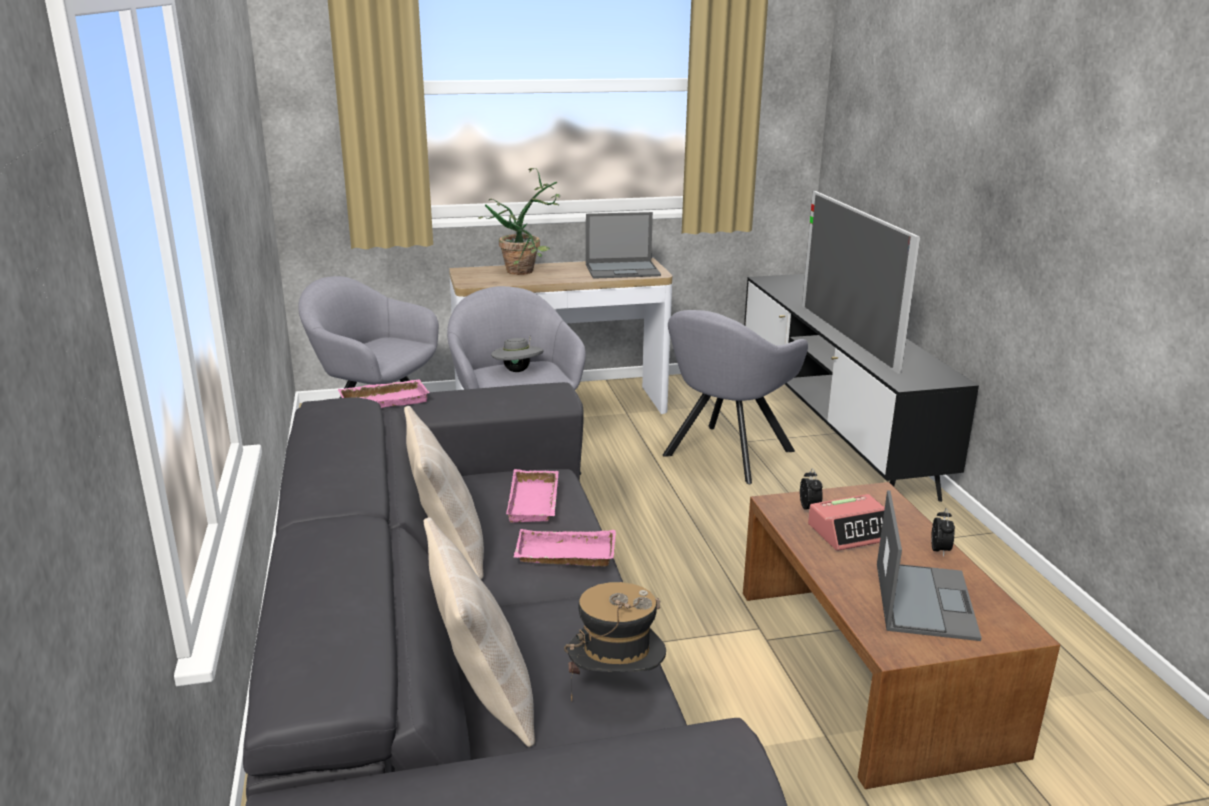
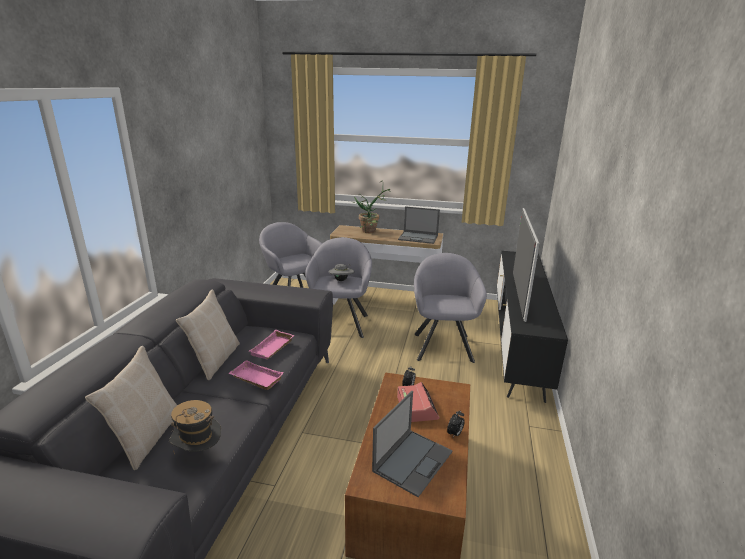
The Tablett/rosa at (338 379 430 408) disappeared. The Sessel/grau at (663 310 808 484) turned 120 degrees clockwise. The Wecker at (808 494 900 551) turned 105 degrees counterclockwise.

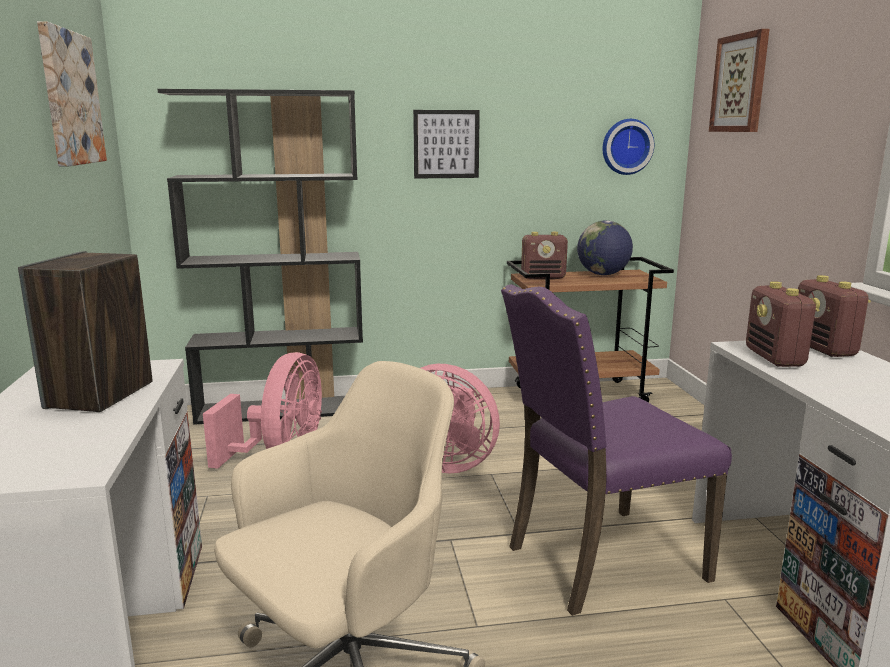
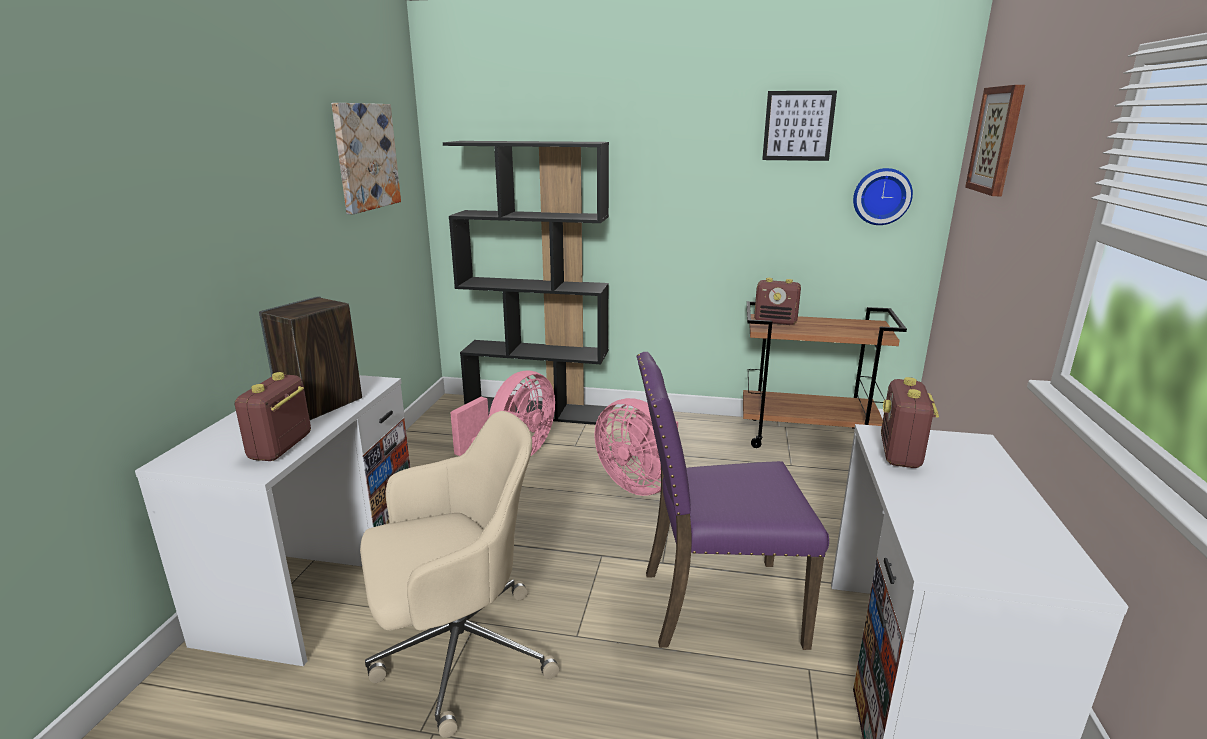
The Globus at (577 220 633 275) disappeared. The Bild moved from (413 110 480 179) to (762 91 837 161). The Radio moved from (798 275 871 357) to (235 372 311 461).

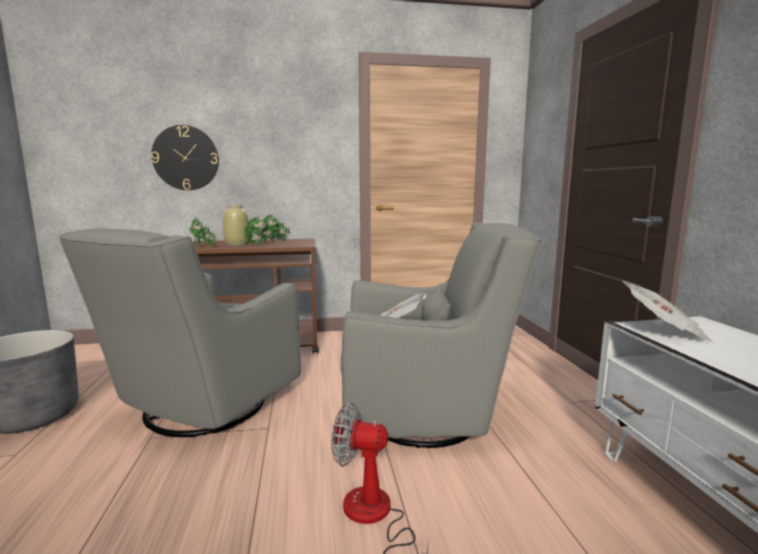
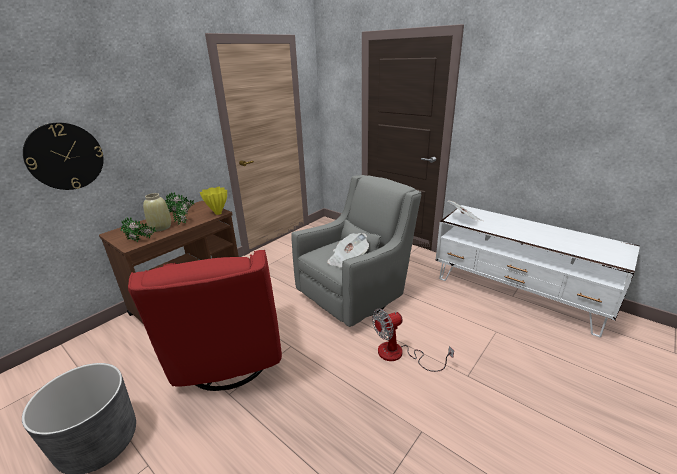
The Vase/gelb at (200 187 227 215) appeared. The Sessel/grau at (59 228 301 437) became the Sessel/rot at (128 250 282 391).

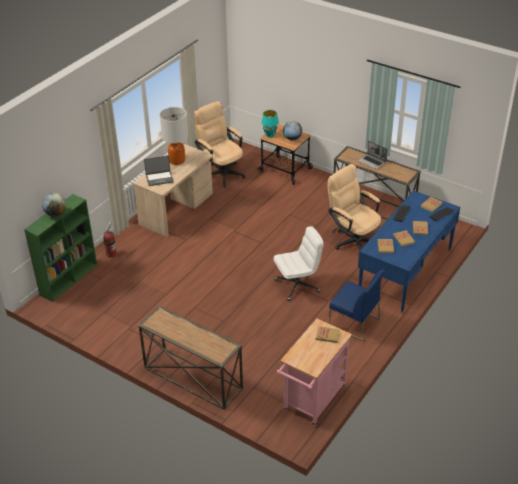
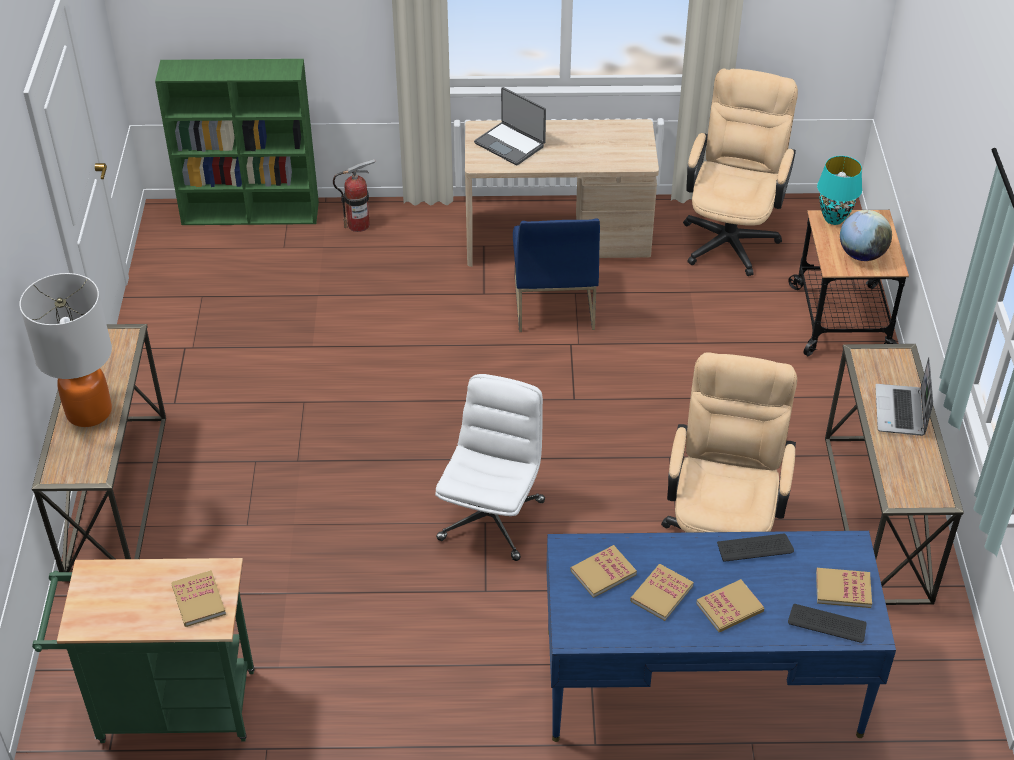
The Globus at (42 193 66 216) disappeared. The Tischlampe moved from (160 107 188 165) to (19 273 112 427). The Stuhl/blau moved from (329 270 384 342) to (513 218 600 332). The Rollwagen/rosa at (277 319 352 426) became the Rollwagen/grün at (32 558 254 743). The Bürostuhl/weiß at (274 226 324 301) turned 105 degrees counterclockwise.

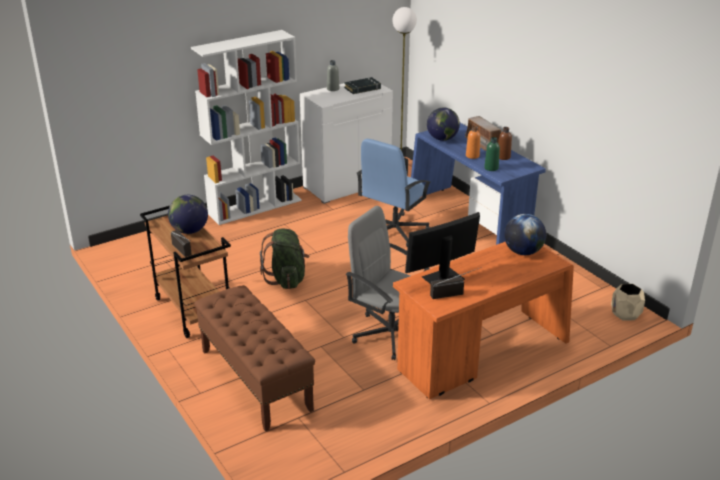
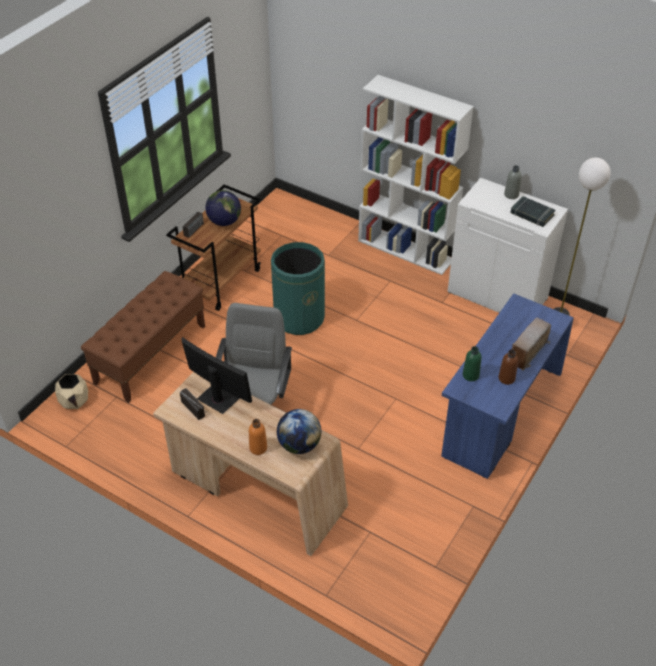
The Bürostuhl/blau at (357 139 431 247) disappeared. The Globus at (427 108 460 141) disappeared. The Flasche/orange moved from (466 126 480 159) to (249 419 267 455). The Pflanzkübel/beige moved from (611 284 645 321) to (55 374 88 409). The Rucksack/grün at (260 229 309 289) was replaced by the Mülleimer/grün at (271 242 325 335). The Schreibtisch/orange at (393 242 574 399) became the Schreibtisch/beige at (153 372 348 556).

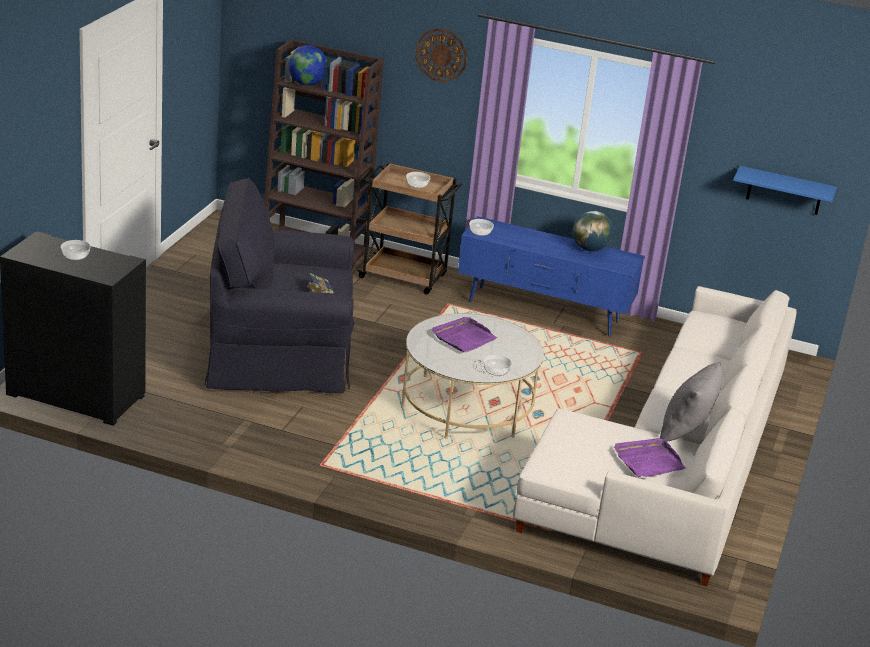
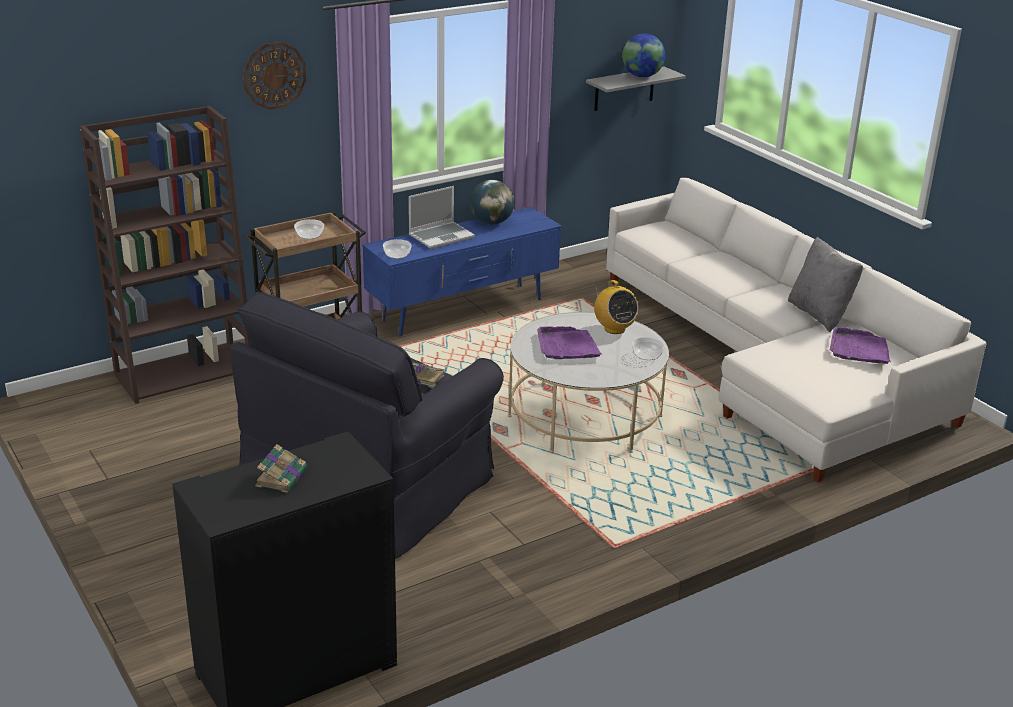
The Laptop at (409 186 475 249) appeared. The Radio at (594 280 639 334) appeared. The Globus moved from (288 45 328 86) to (622 34 665 77). The Schüssel at (61 240 91 260) was replaced by the Buch at (255 444 307 493). The Wandregal/blau at (733 166 837 215) became the Wandregal/grau at (586 67 686 111).

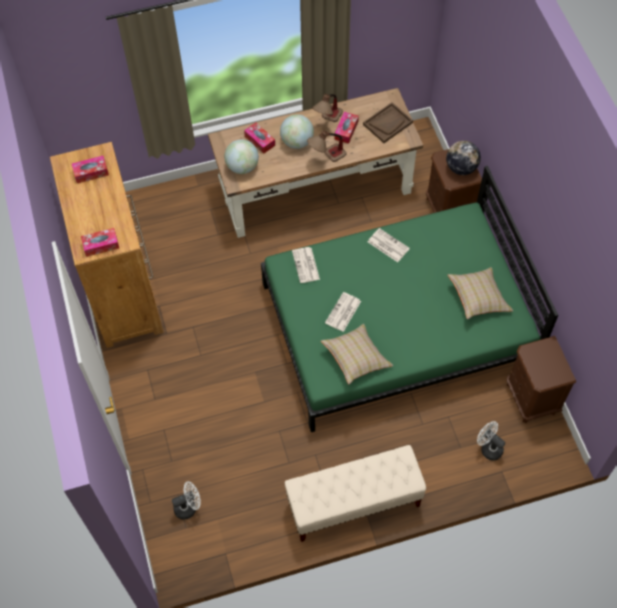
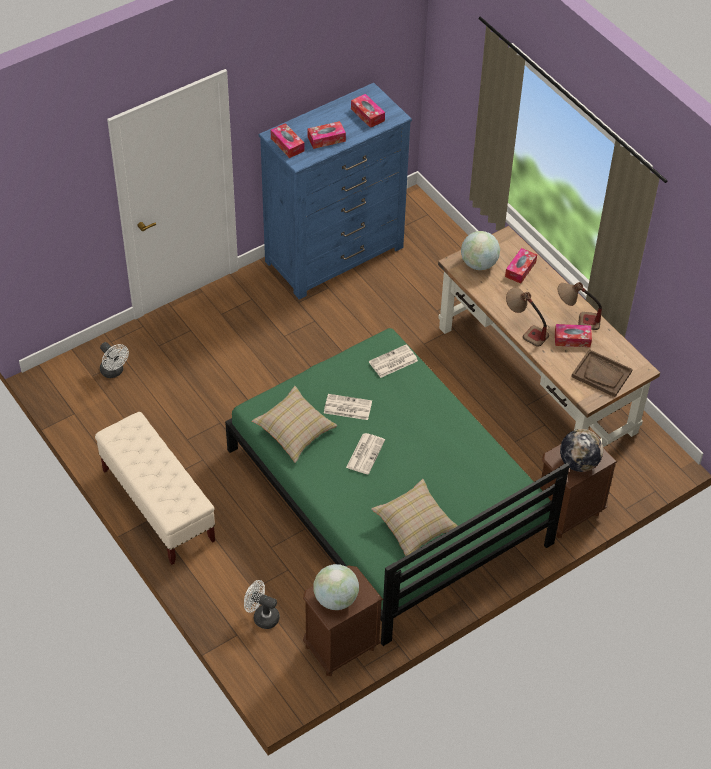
The Taschentuchbox at (308 121 346 149) appeared. The Globus moved from (280 114 314 149) to (313 564 359 610). The Zeitung moved from (368 228 410 262) to (346 433 385 474). The Kommode/braun at (50 142 164 348) became the Kommode/blau at (259 83 412 299). The Ventilator/weiß at (477 421 505 461) turned 90 degrees counterclockwise.

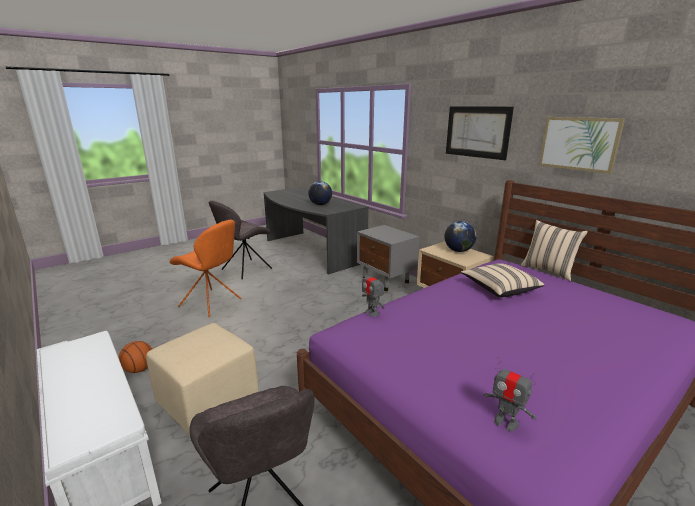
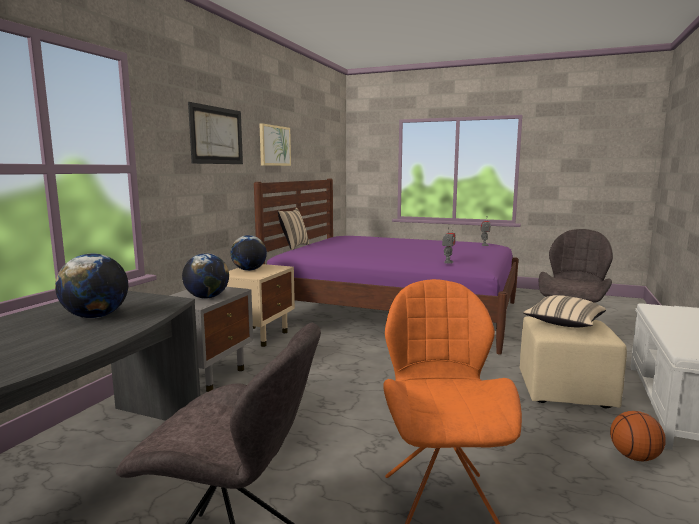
The Globus at (182 253 229 299) appeared. The Kissen/beige moved from (461 263 544 297) to (523 295 606 327).

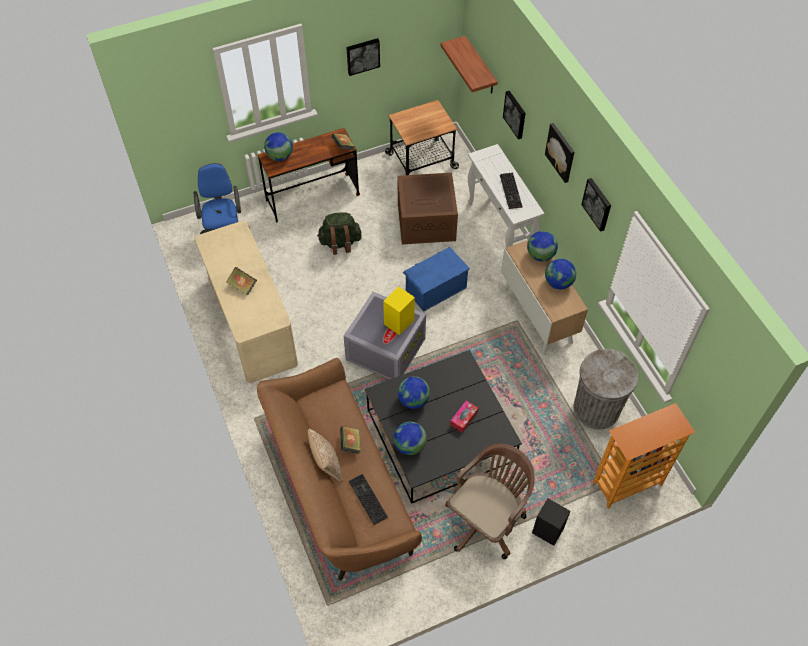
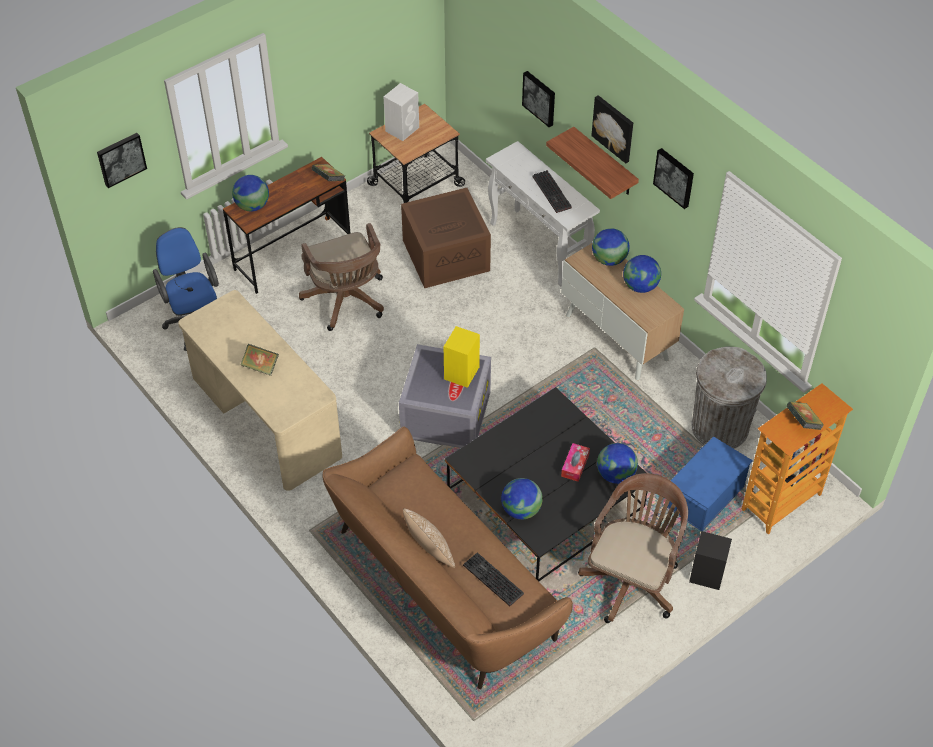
The Lautsprecher/weiß at (384 83 419 141) appeared. The Buch moved from (340 426 361 454) to (786 401 824 430). The Bild moved from (346 38 380 76) to (97 133 147 188). The Globus moved from (398 376 430 409) to (597 443 638 484). The Aufbewahrungsbox/blau moved from (403 247 470 312) to (667 437 753 531). The Wandregal moved from (440 36 498 94) to (546 127 639 199). The Rucksack/grün at (317 212 361 255) was replaced by the Bürostuhl/braun at (299 223 384 331).

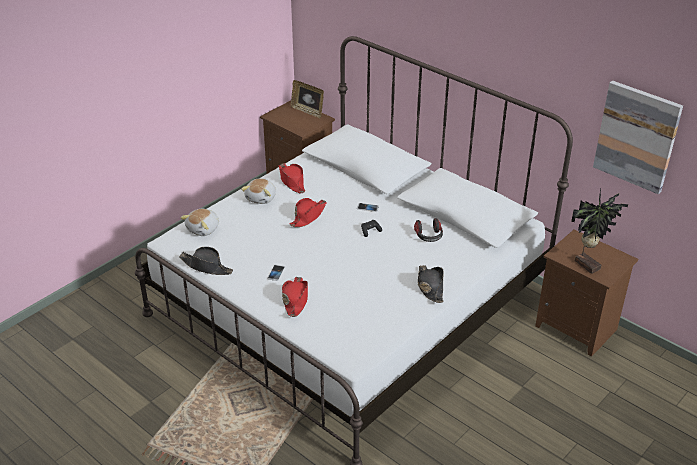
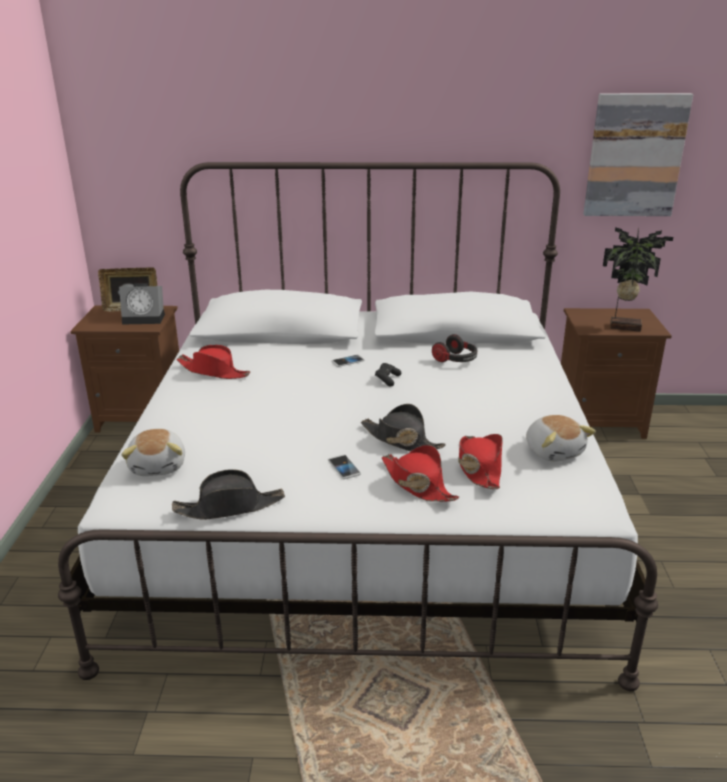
The Wecker at (119 283 165 325) appeared. The Plüschtier moved from (241 178 276 204) to (526 415 596 462). The Hut/rot moved from (289 198 327 227) to (458 434 503 489). The Hut/schwarz moved from (418 265 444 303) to (361 404 446 452).

